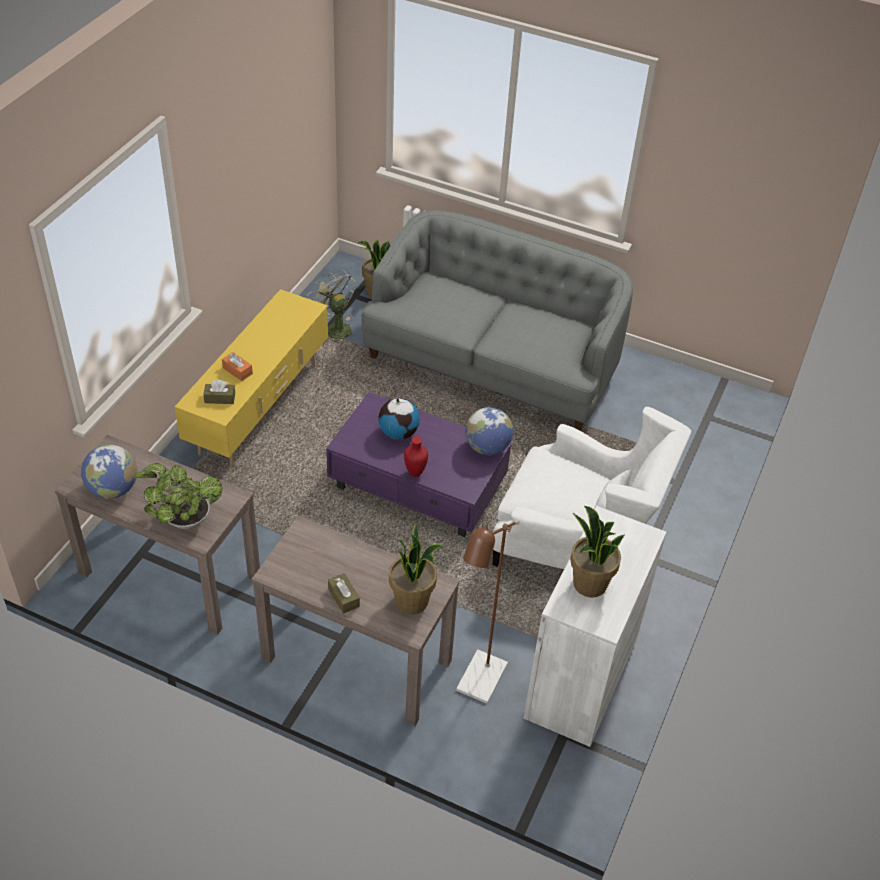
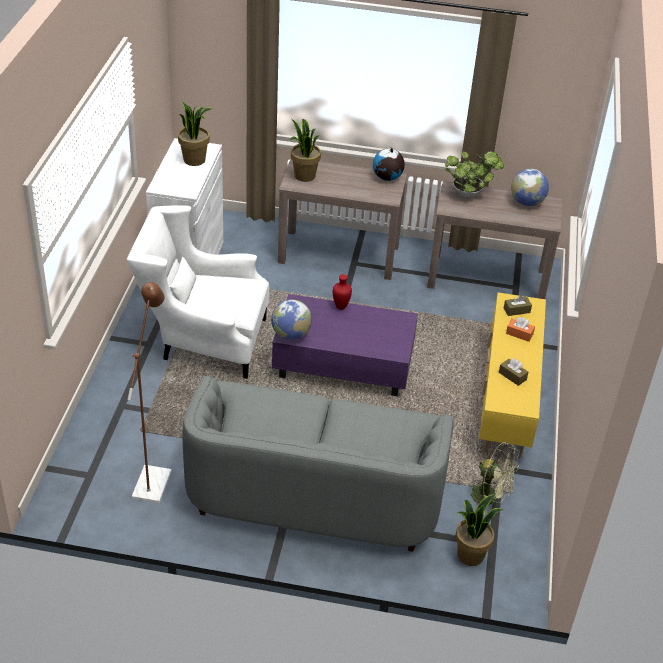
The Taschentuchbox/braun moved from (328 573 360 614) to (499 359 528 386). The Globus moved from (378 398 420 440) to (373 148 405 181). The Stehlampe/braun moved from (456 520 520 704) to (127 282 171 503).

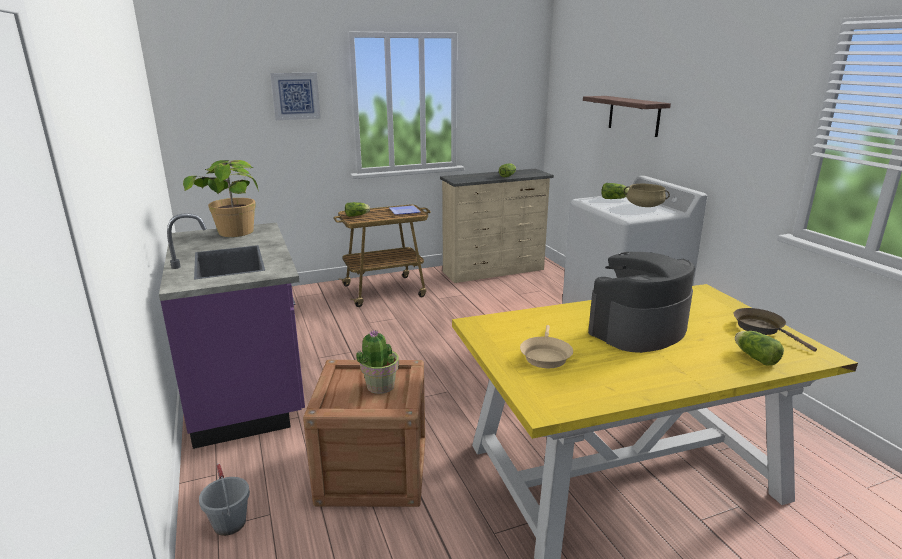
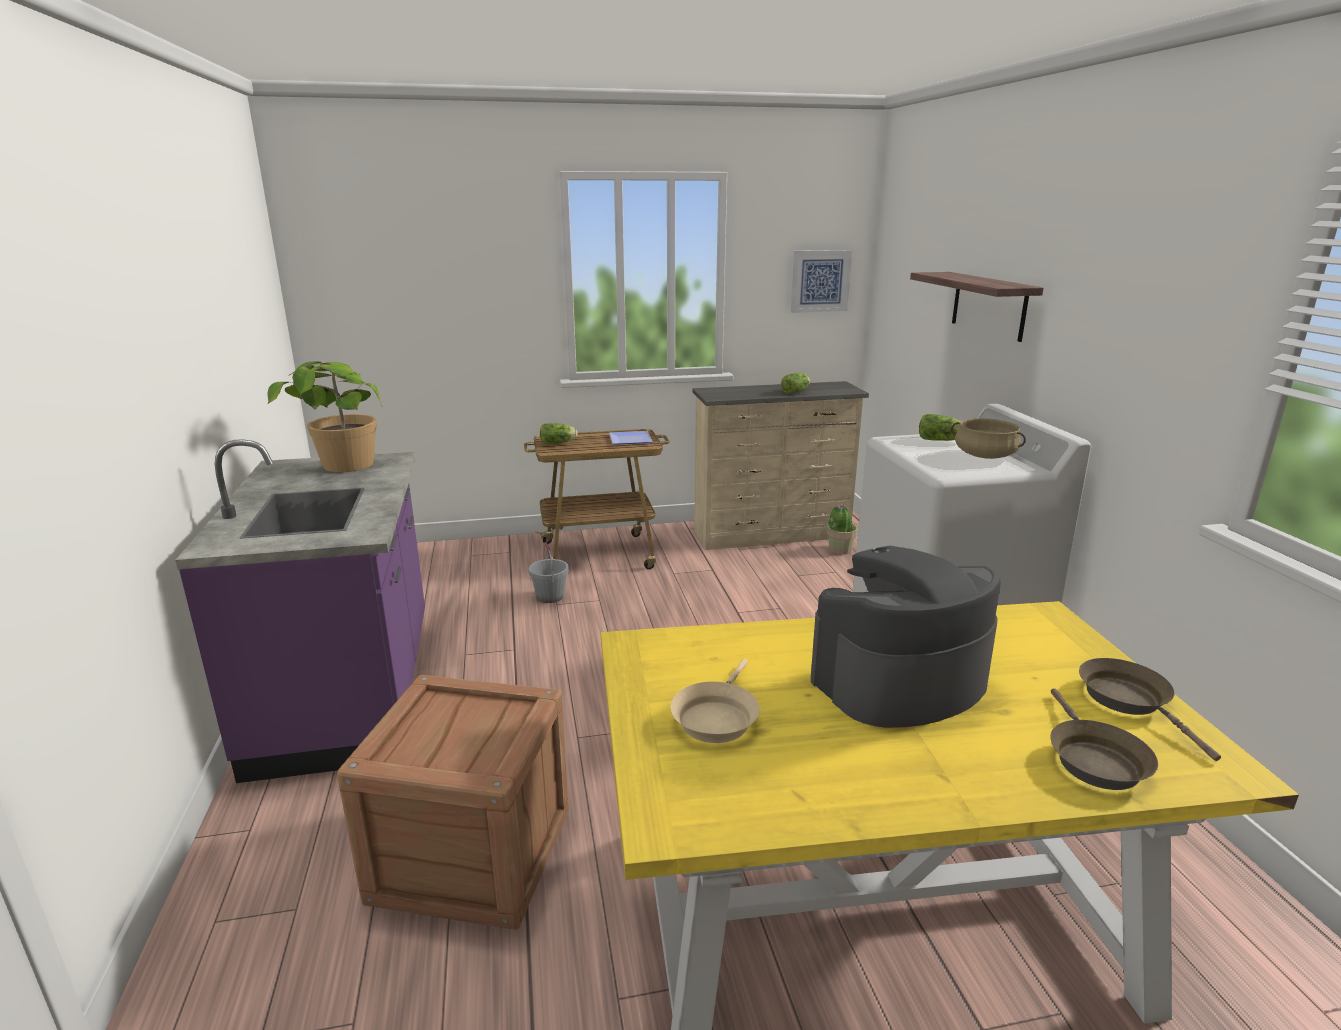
The Eimer/grau moved from (199 463 250 536) to (529 542 569 603). The Bild moved from (270 73 321 120) to (791 250 852 313). The Topfpflanze moved from (356 330 399 394) to (827 504 858 555). The Salatkopf at (735 331 784 366) was replaced by the Pfanne/braun at (1051 689 1158 790).

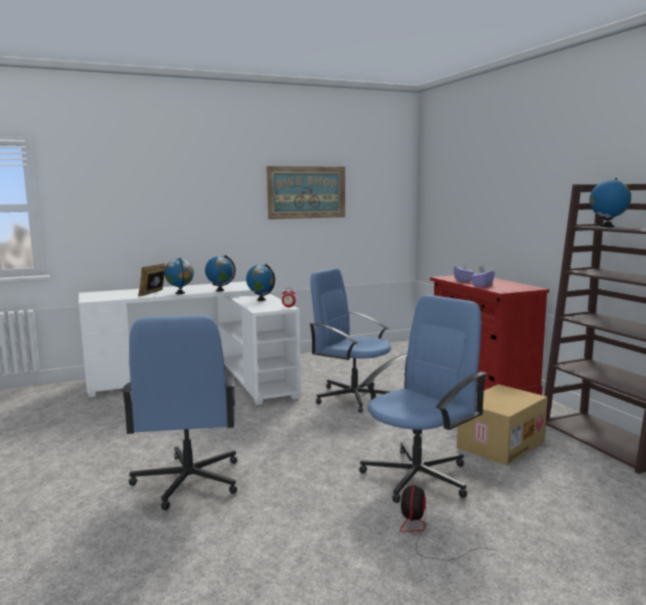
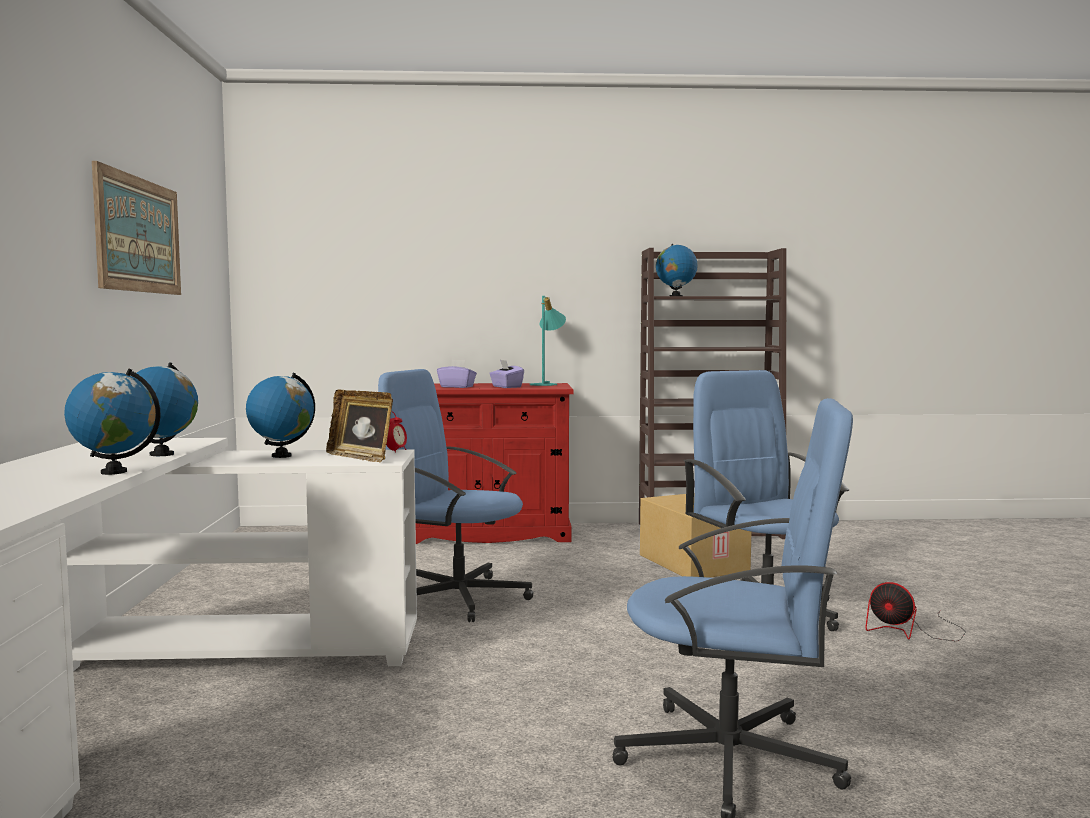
The Tischlampe/türkis at (530 296 566 386) appeared. The Bilderrahmen moved from (138 263 166 296) to (326 390 393 463). The Bürostuhl/blau at (310 268 392 413) turned 60 degrees clockwise.

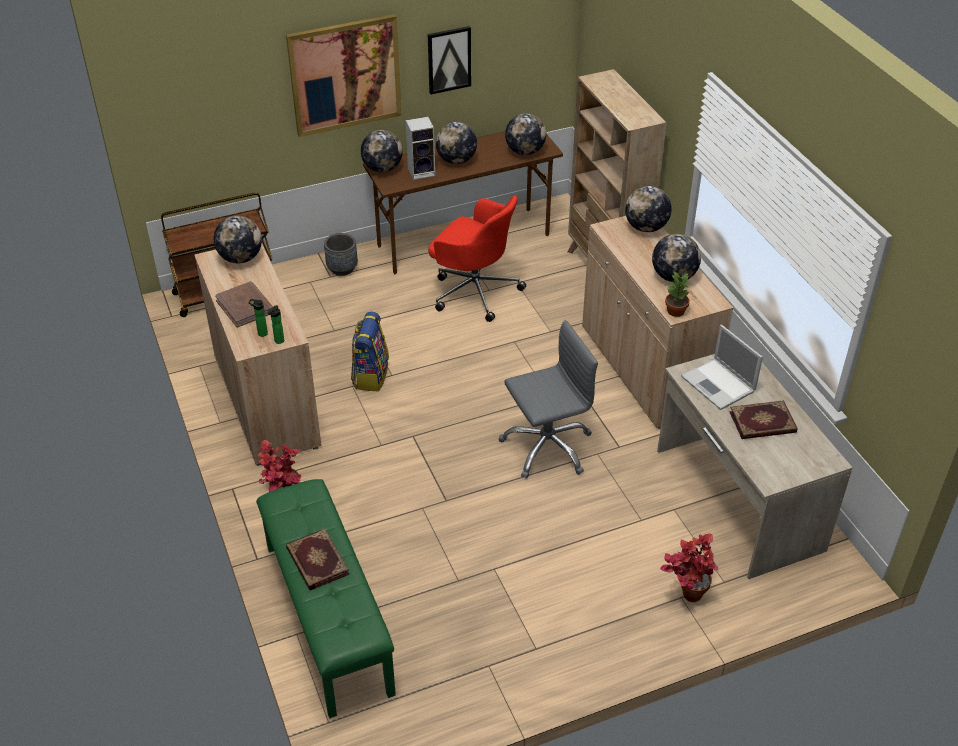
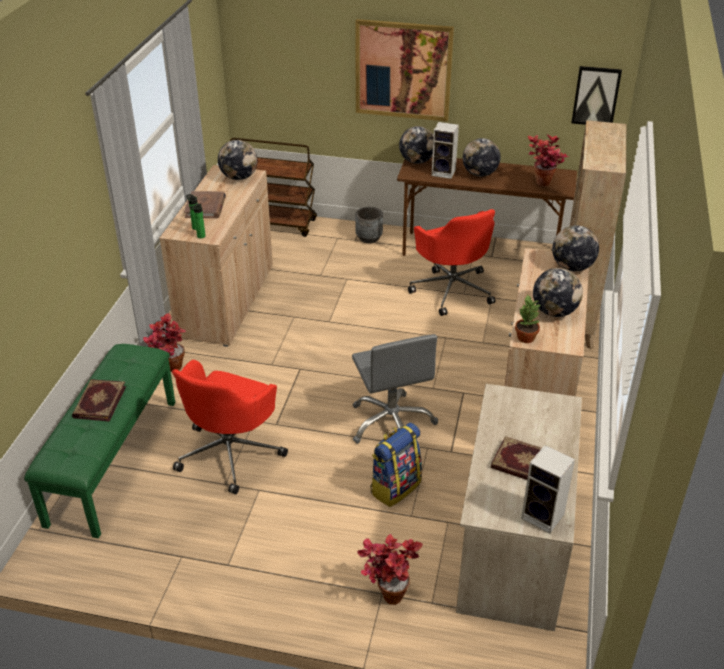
The Laptop at (681 325 763 410) disappeared. The Bürostuhl/rot at (172 360 288 494) appeared. The Lautsprecher at (521 445 575 534) appeared. The Rucksack moved from (351 312 389 391) to (370 422 422 507). The Bild moved from (428 26 471 94) to (571 66 622 125). The Globus at (505 113 546 155) was replaced by the Topfpflanze at (528 134 569 186). The Bürostuhl/grau at (499 320 598 479) turned 60 degrees clockwise.

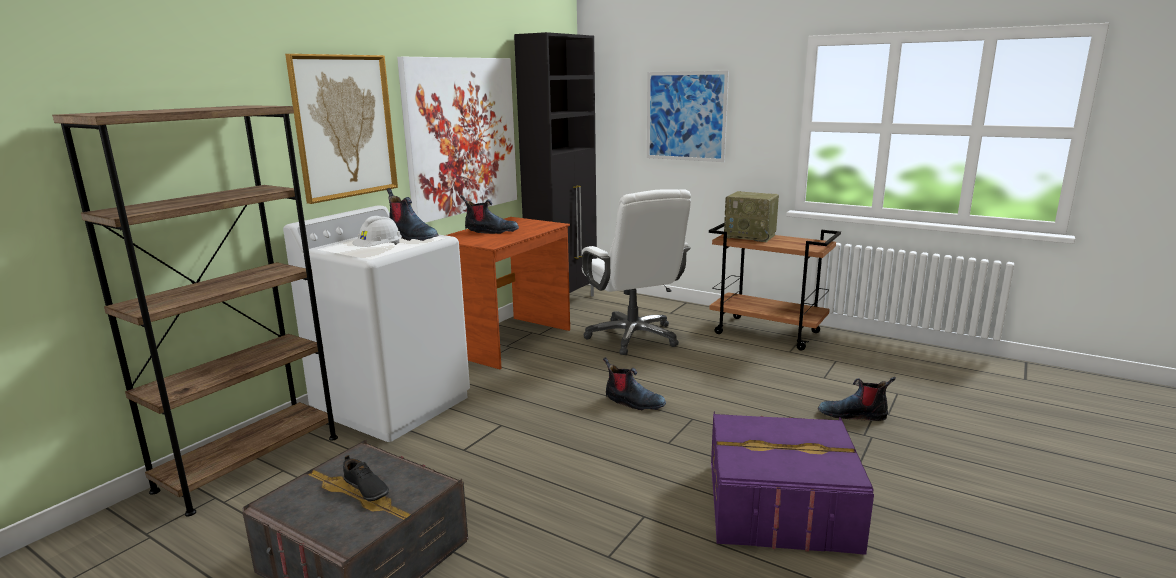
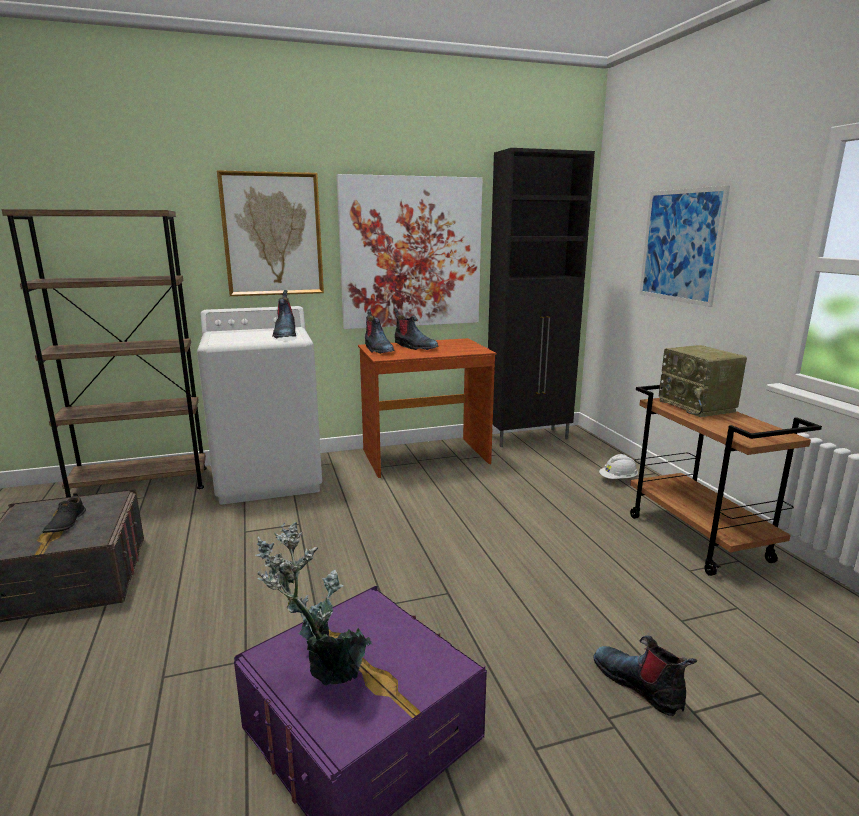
The Bürostuhl/weiß at (582 189 691 355) disappeared. The Topfpflanze at (256 522 372 685) appeared. The Schutzhelm/weiß moved from (352 216 402 247) to (599 454 638 479). The Stiefel moved from (603 357 666 410) to (365 309 395 354).

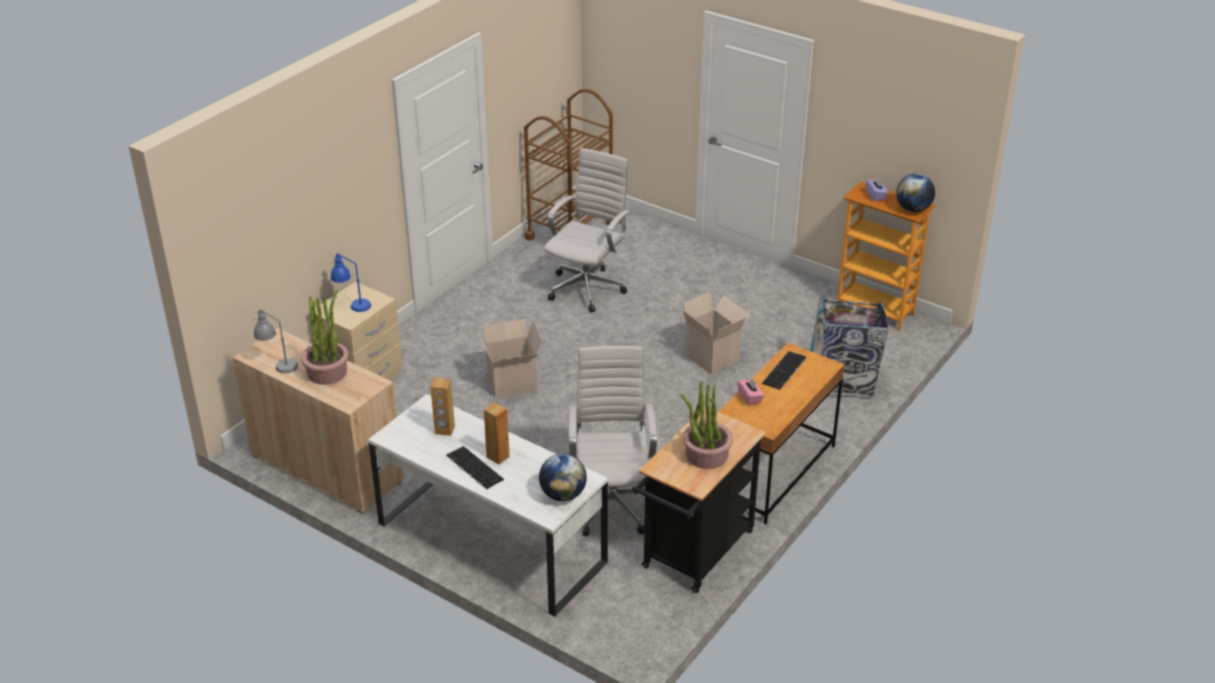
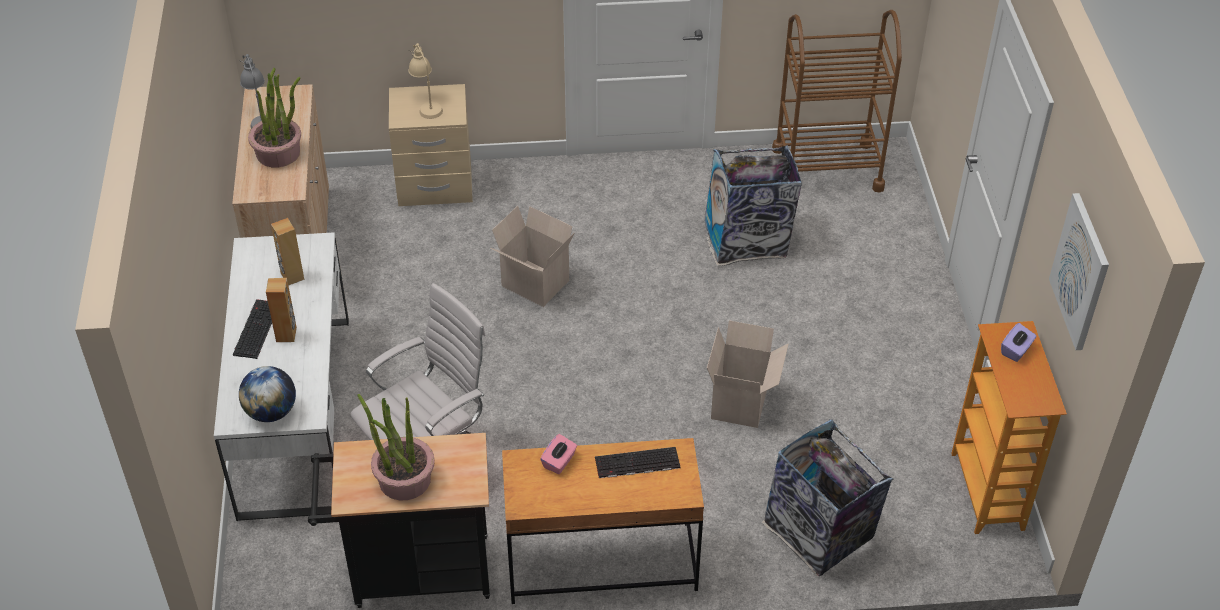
The Globus at (896 174 935 212) disappeared. The Bild at (1049 193 1109 350) appeared. The Bürostuhl/weiß at (544 148 631 312) was replaced by the Mülleimer at (705 146 802 266). The Tischlampe/blau at (331 253 371 312) became the Tischlampe/beige at (408 43 443 119).

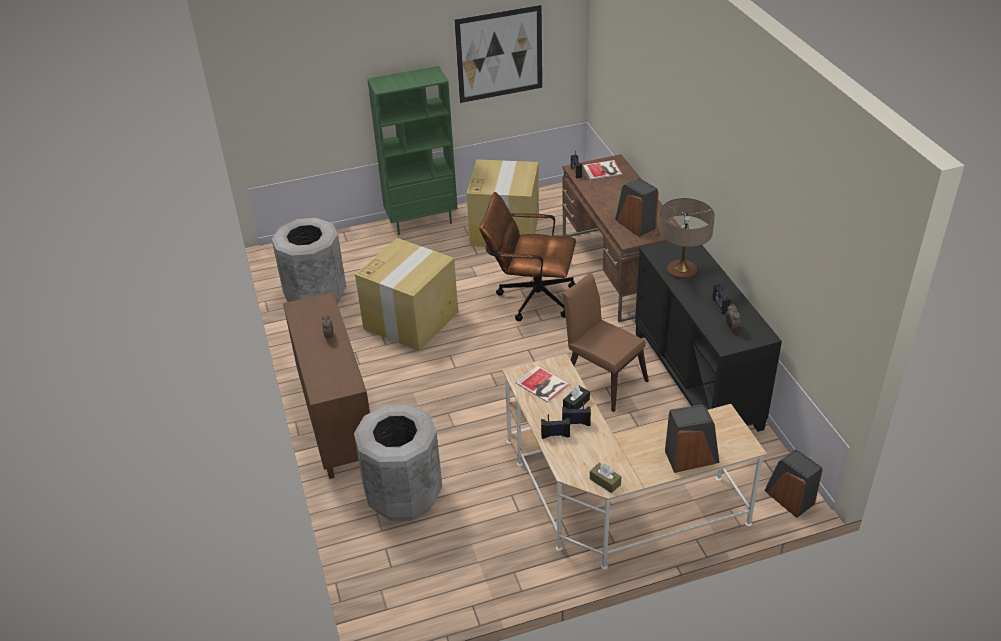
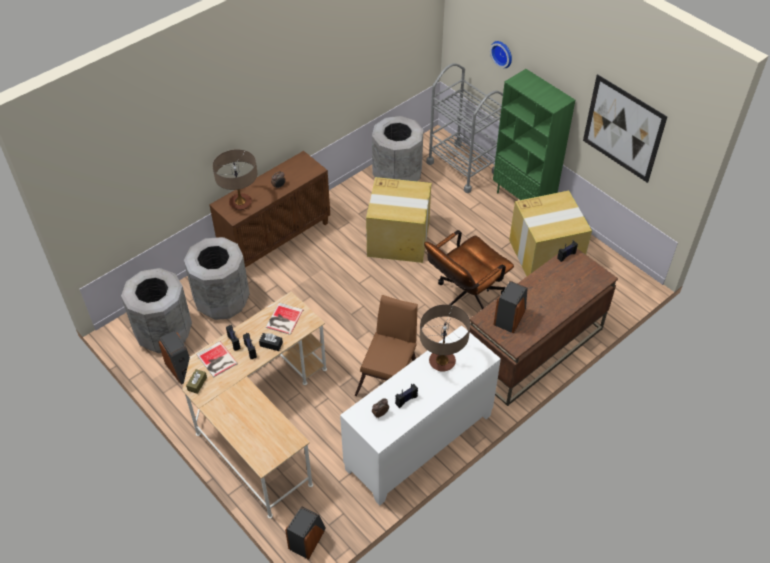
The Mülleimer/grau at (121 268 192 353) appeared. The Tischlampe at (213 149 257 210) appeared. The Rollwagen/grau at (426 63 503 193) appeared. The Wanduhr at (490 41 512 68) appeared. The Buch moved from (583 160 623 180) to (196 341 238 377). The Lautsprecher moved from (665 405 719 473) to (158 330 190 385). The Schrank/schwarz at (635 241 782 432) became the Schrank/weiß at (340 325 501 505). The Bürostuhl/braun at (480 192 576 321) turned 120 degrees counterclockwise.

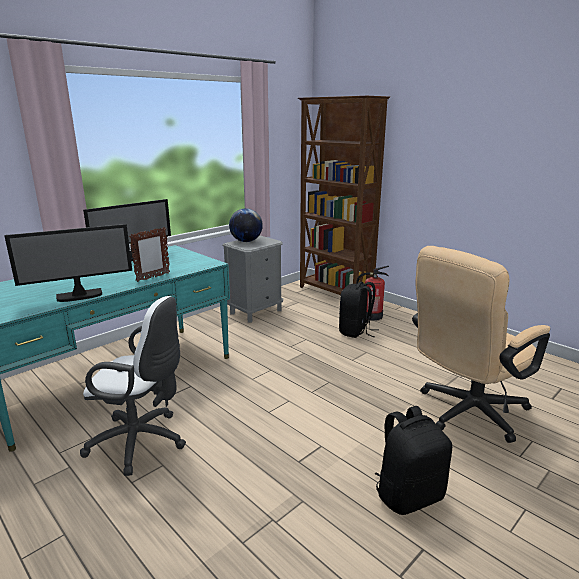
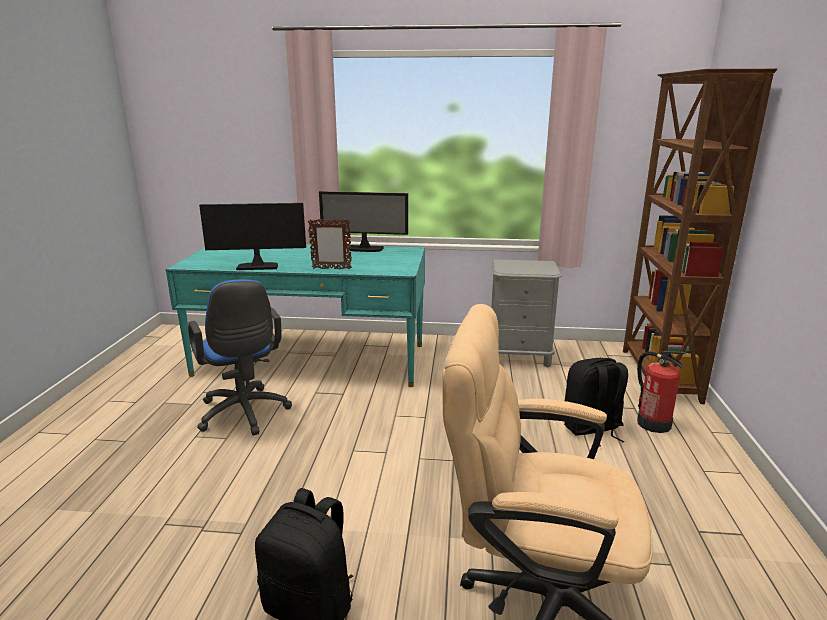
The Globus at (229 208 263 242) disappeared. The Bürostuhl/weiß at (80 296 186 476) became the Bürostuhl/blau at (188 280 292 435). The Monitor at (4 224 132 302) turned 150 degrees clockwise.

